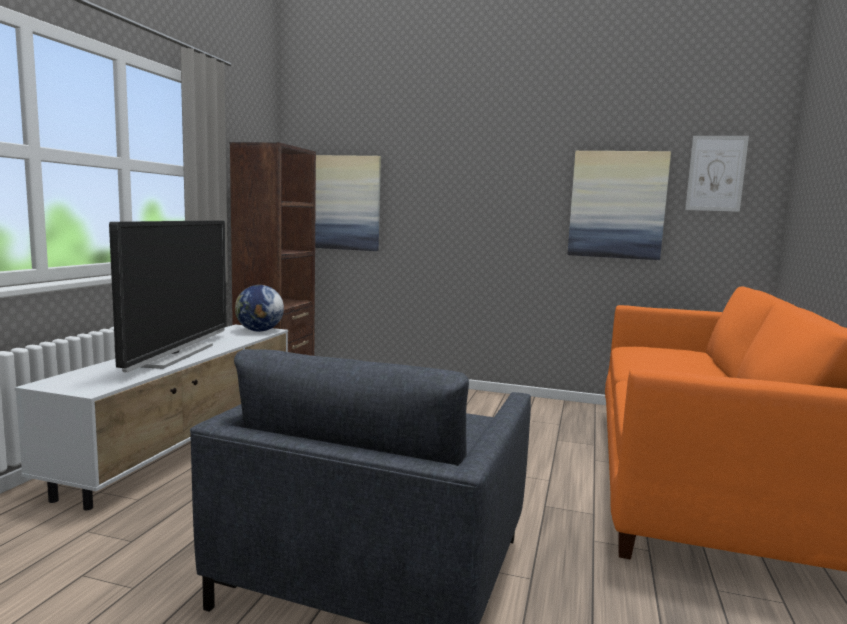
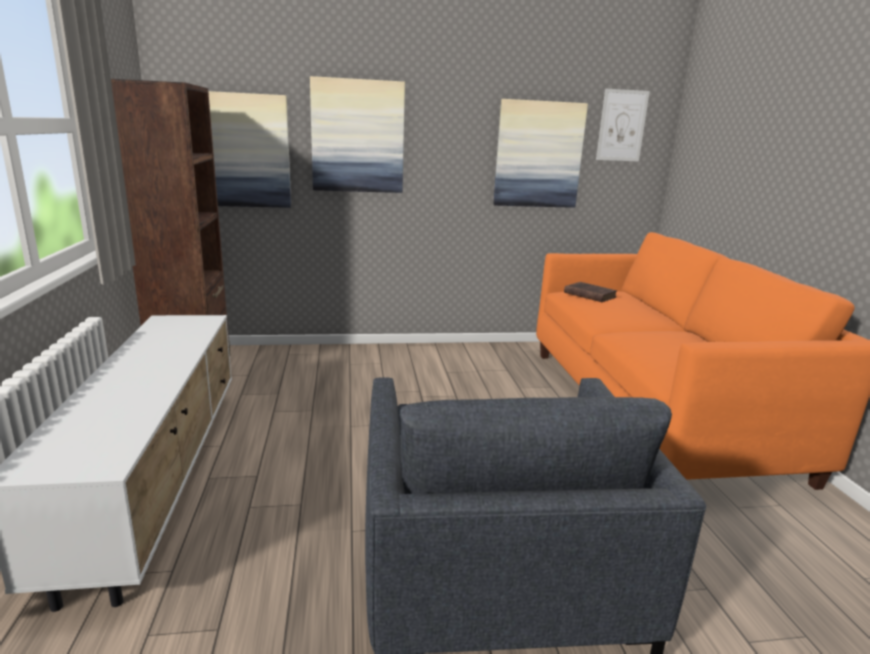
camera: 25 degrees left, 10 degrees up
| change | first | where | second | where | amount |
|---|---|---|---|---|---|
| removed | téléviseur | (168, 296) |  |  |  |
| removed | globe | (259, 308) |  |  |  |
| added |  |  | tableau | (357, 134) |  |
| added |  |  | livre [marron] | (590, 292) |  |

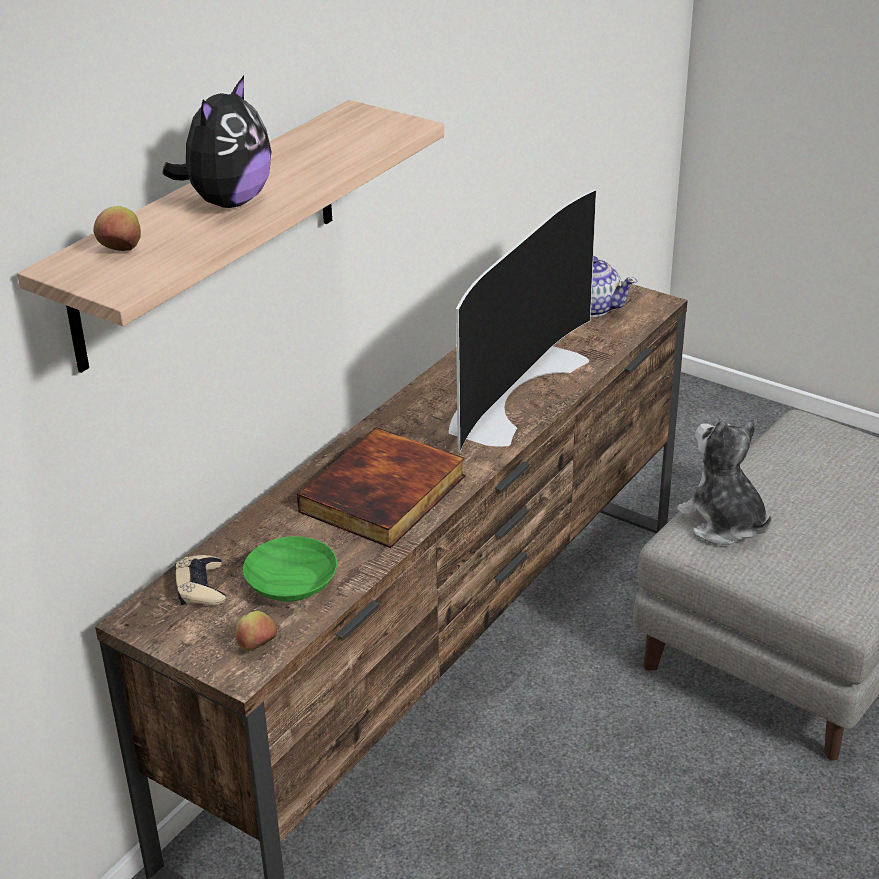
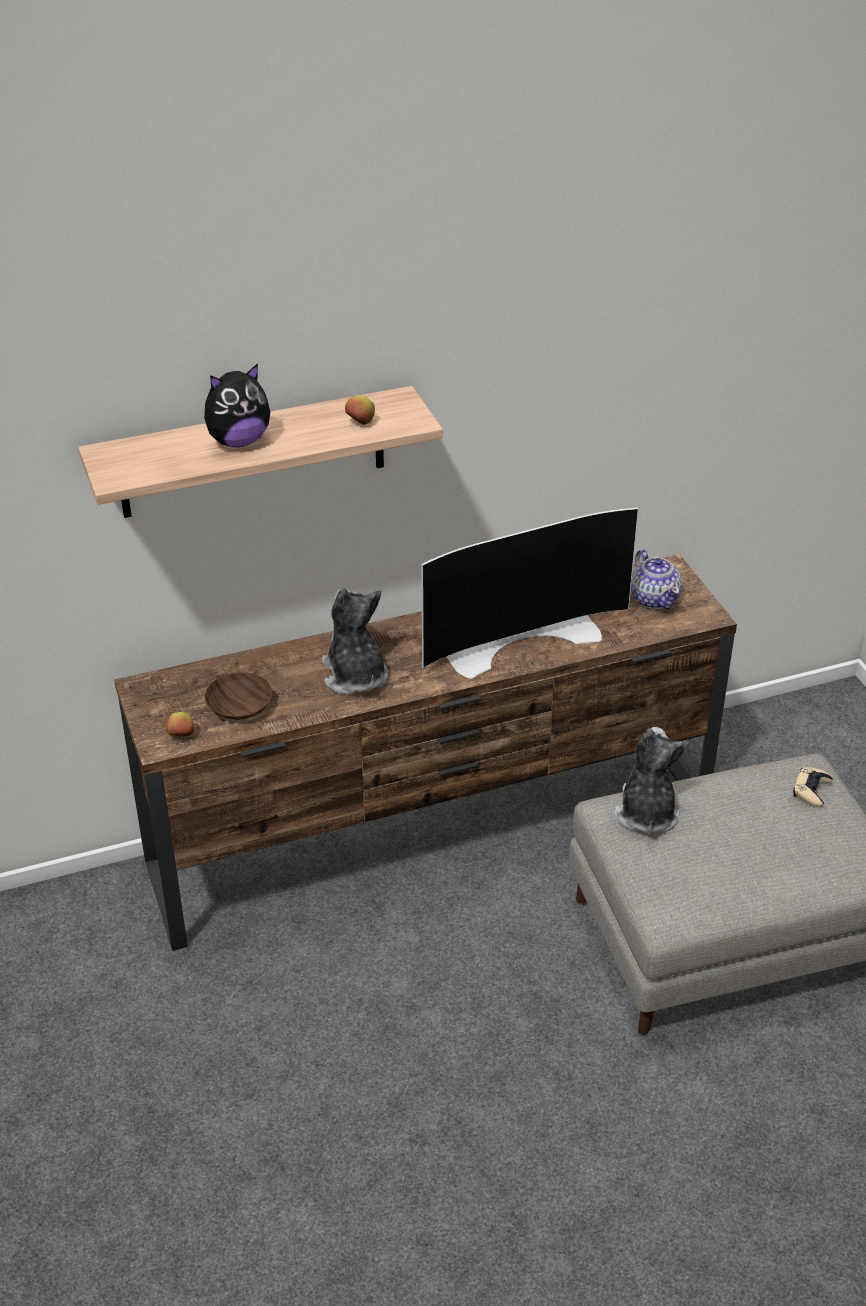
camera: 35 degrees right, 5 degrees up
| change | first | where | second | where | amount |
|---|---|---|---|---|---|
| moved | pomme | (117, 228) |  | (360, 410) |  |
| moved | manette [beige] | (200, 580) |  | (813, 786) |  |
| recoloured | bol [vert] | (290, 569) | bol [marron] | (238, 696) |  |
| replaced | livre | (381, 487) | peluche | (355, 641) |  |

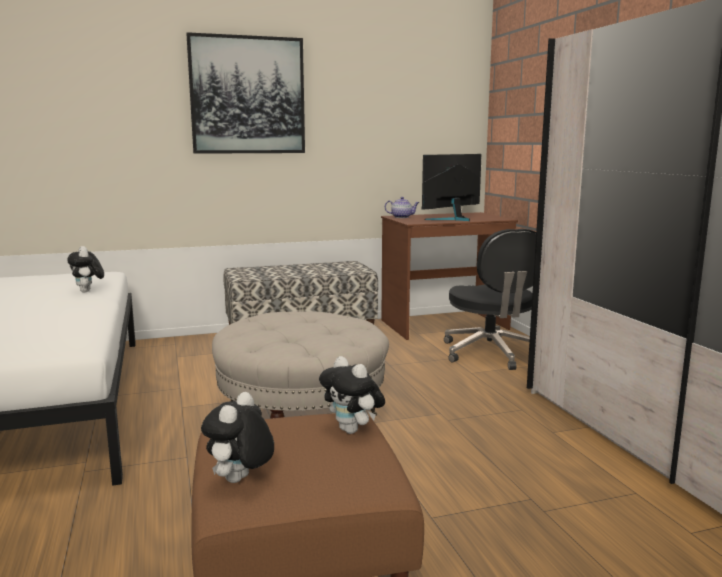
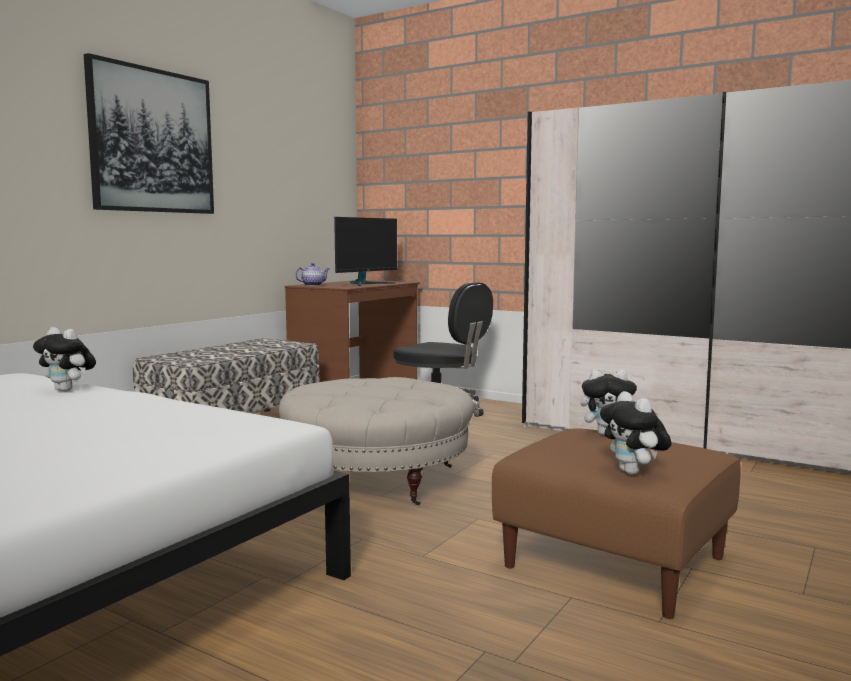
camera: 40 degrees left, 5 degrees down
| change | first | where | second | where | amount |
|---|---|---|---|---|---|
| turned | écran d'ordinateur | (451, 187) |  | (366, 251) | 150 degrees counterclockwise |

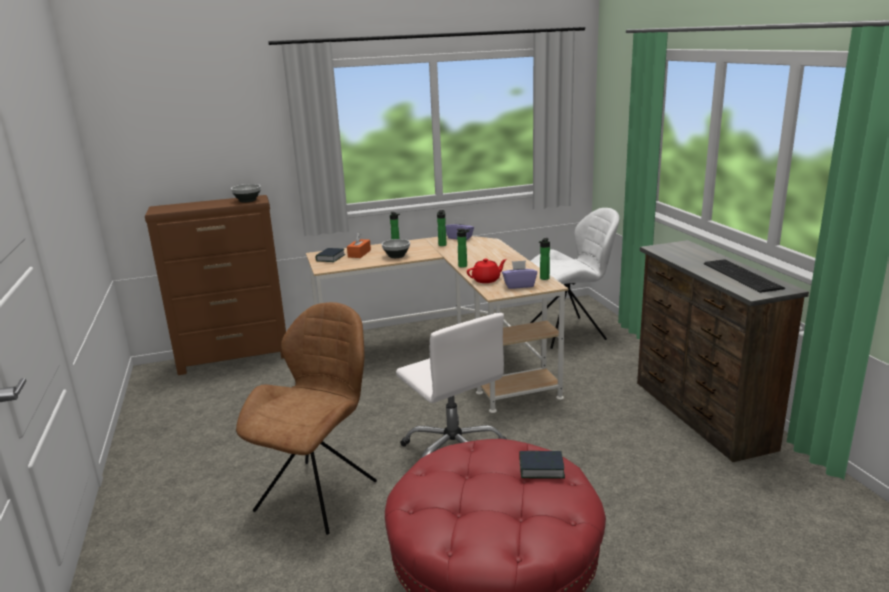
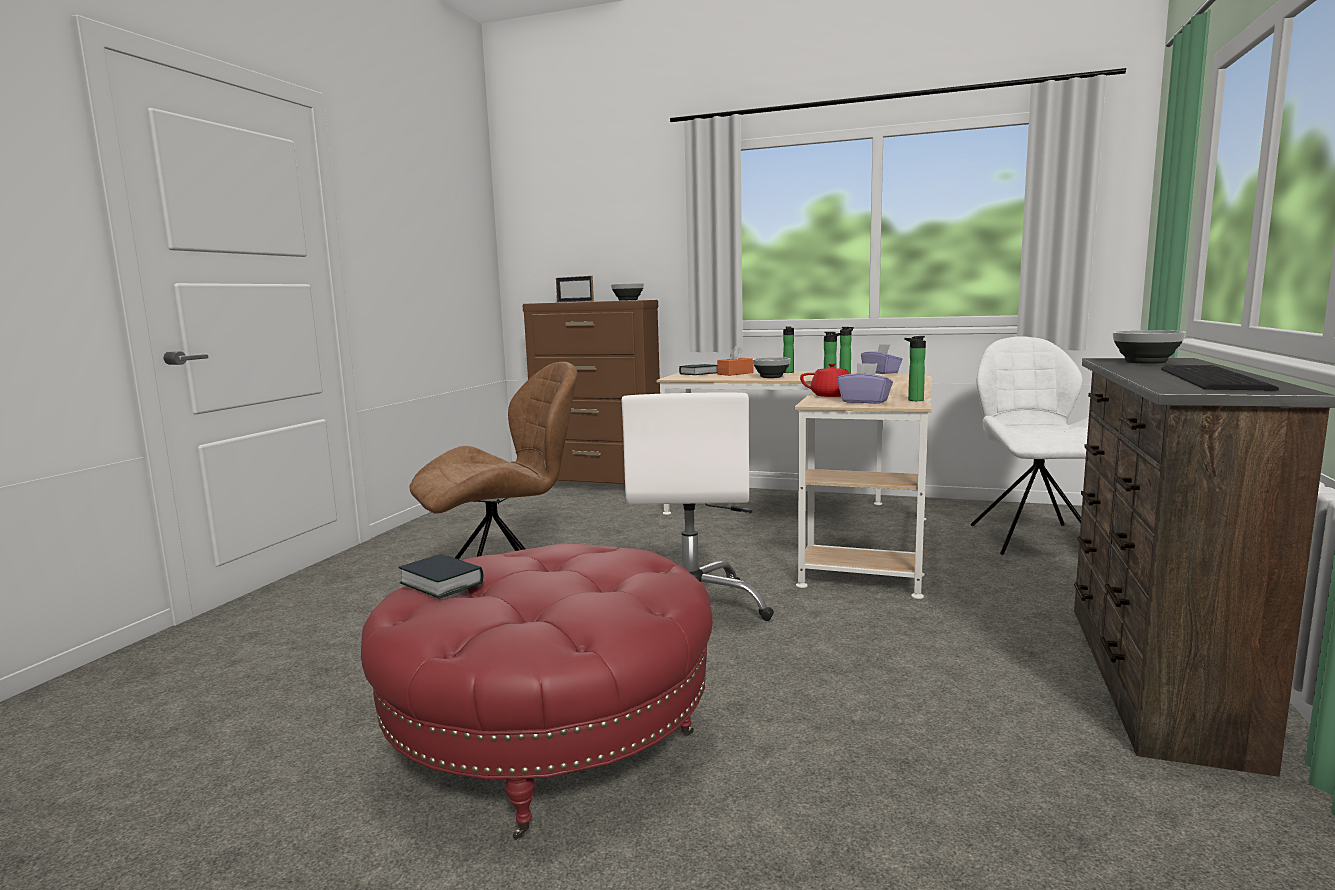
camera: 35 degrees right, 10 degrees down
| change | first | where | second | where | amount |
|---|---|---|---|---|---|
| moved | livre | (542, 465) |  | (441, 576) |  |
| turned | chaise [blanc] | (575, 278) |  | (1030, 445) | 105 degrees counterclockwise |
| added |  |  | cadre photo | (575, 289) |  |
| added |  |  | bol | (1149, 347) |  |

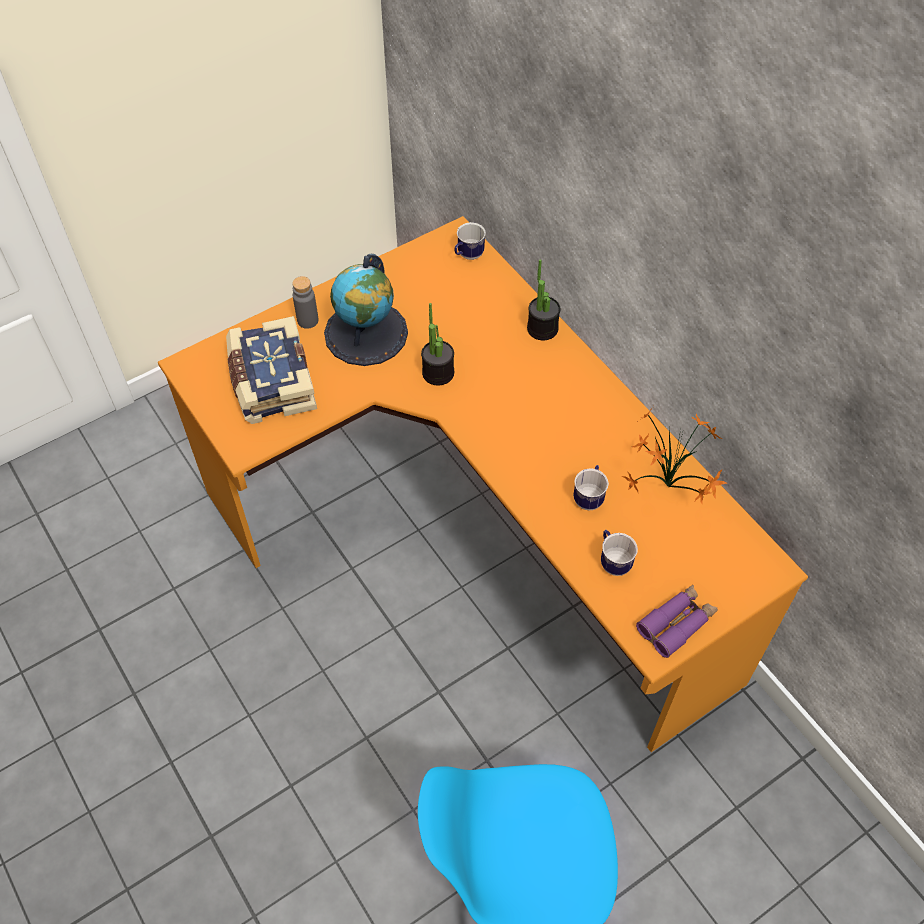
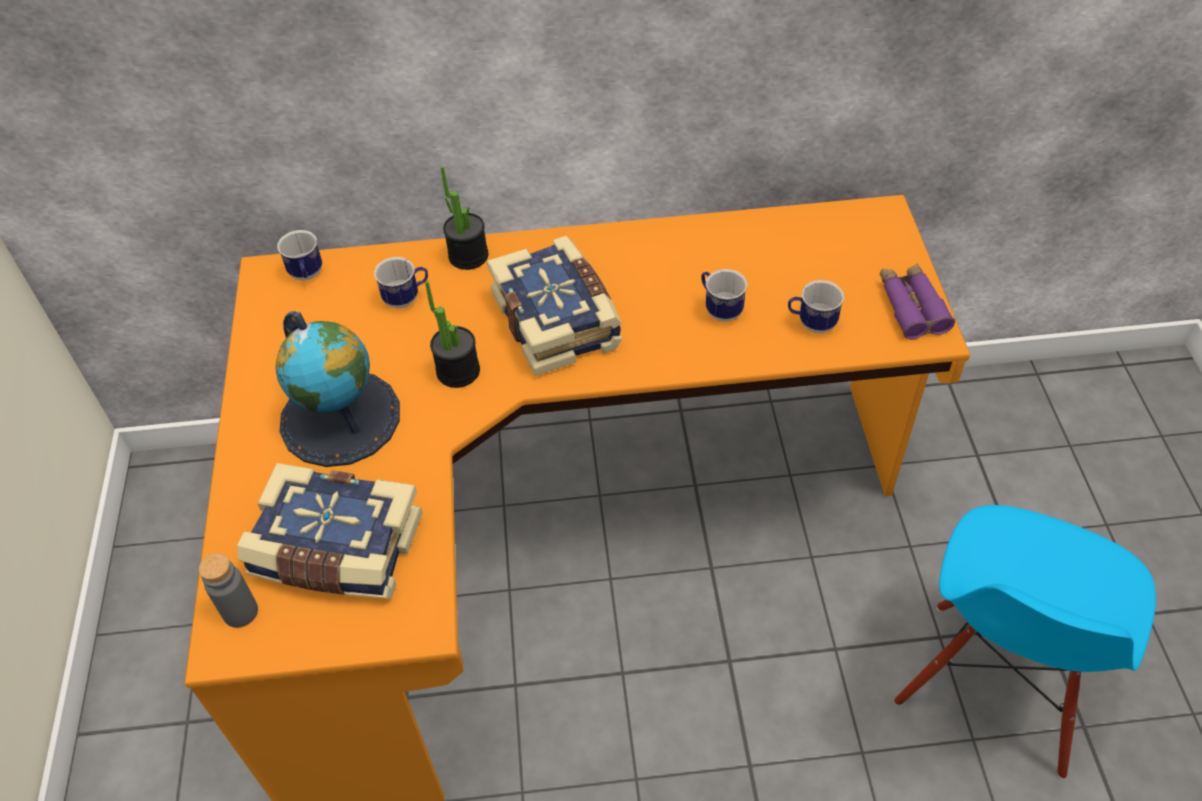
camera: 60 degrees left, 5 degrees down
| change | first | where | second | where | amount |
|---|---|---|---|---|---|
| moved | bouteille [gris] | (305, 302) |  | (228, 590) |  |
| removed | plante en pot | (674, 456) |  |  |  |
| added |  |  | mug | (401, 282) |  |
| added |  |  | livre | (554, 306) |  |

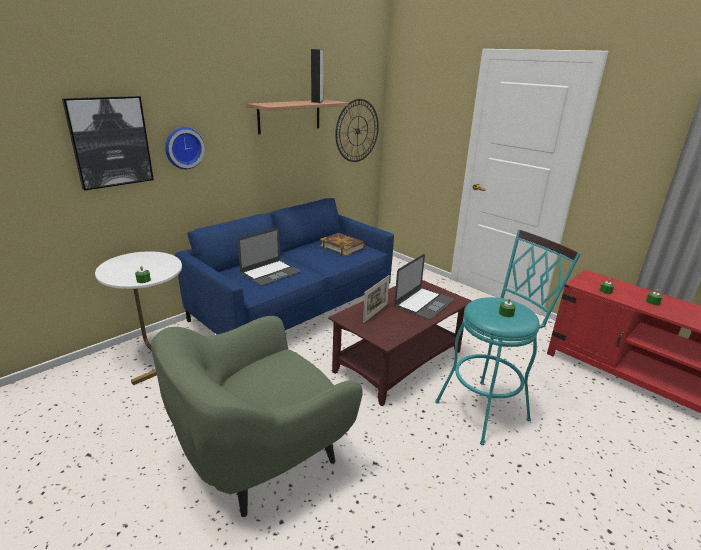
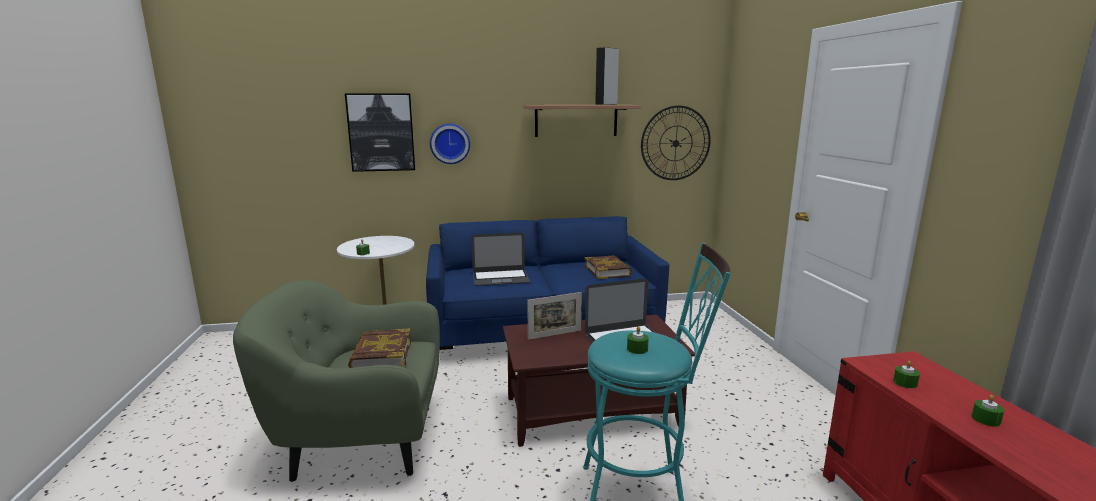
camera: 35 degrees right, 10 degrees down
| change | first | where | second | where | amount |
|---|---|---|---|---|---|
| added |  |  | livre | (379, 348) |  |

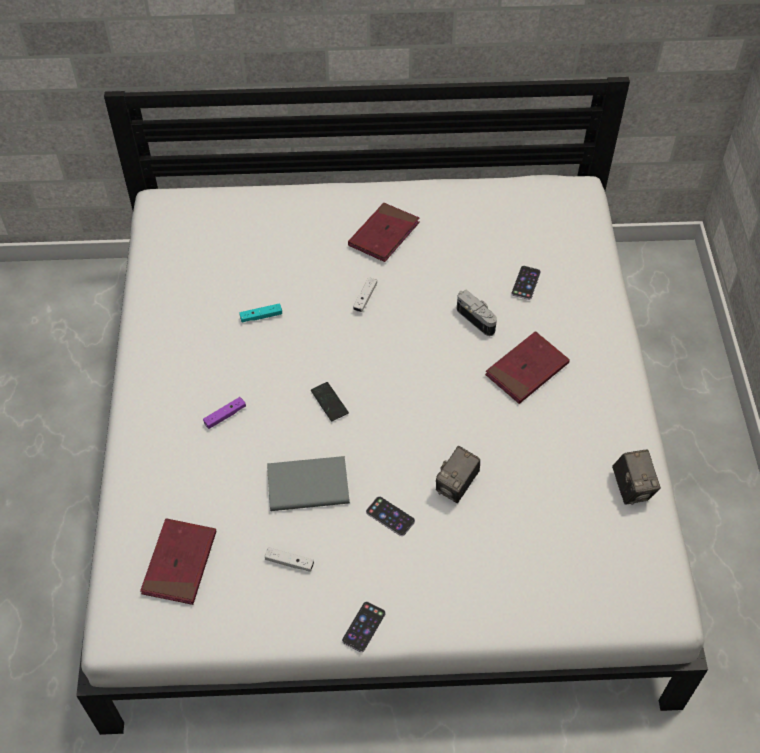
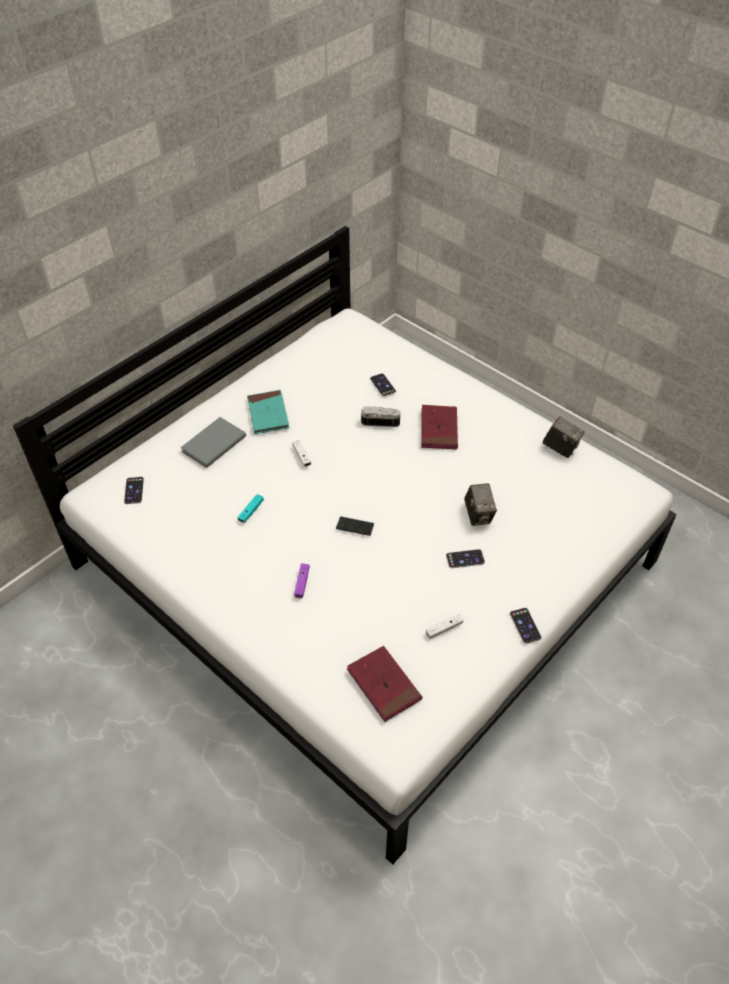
camera: 45 degrees left, 5 degrees down
| change | first | where | second | where | amount |
|---|---|---|---|---|---|
| moved | livre [gris] | (308, 483) |  | (213, 442) |  |
| recoloured | livre [rouge] | (384, 232) | livre [turquoise] | (268, 412) |  |
| added |  |  | téléphone | (134, 490) |  |

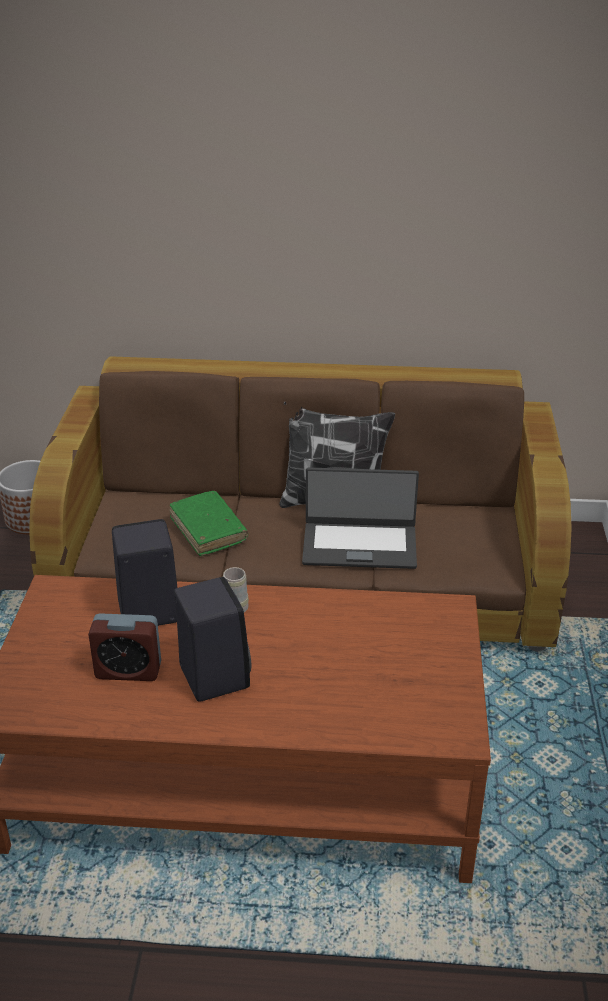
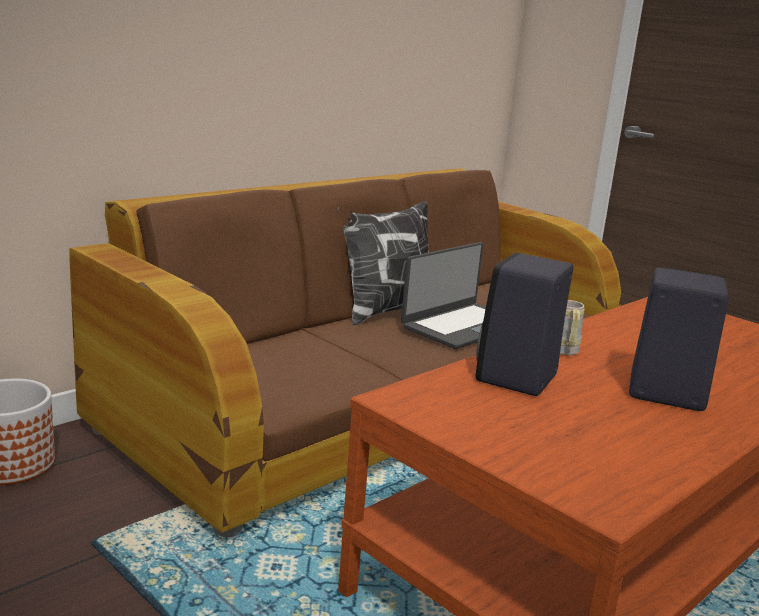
camera: 50 degrees left, 15 degrees down
| change | first | where | second | where | amount |
|---|---|---|---|---|---|
| removed | réveil | (124, 647) |  |  |  |
| removed | livre [vert] | (209, 523) |  |  |  |

